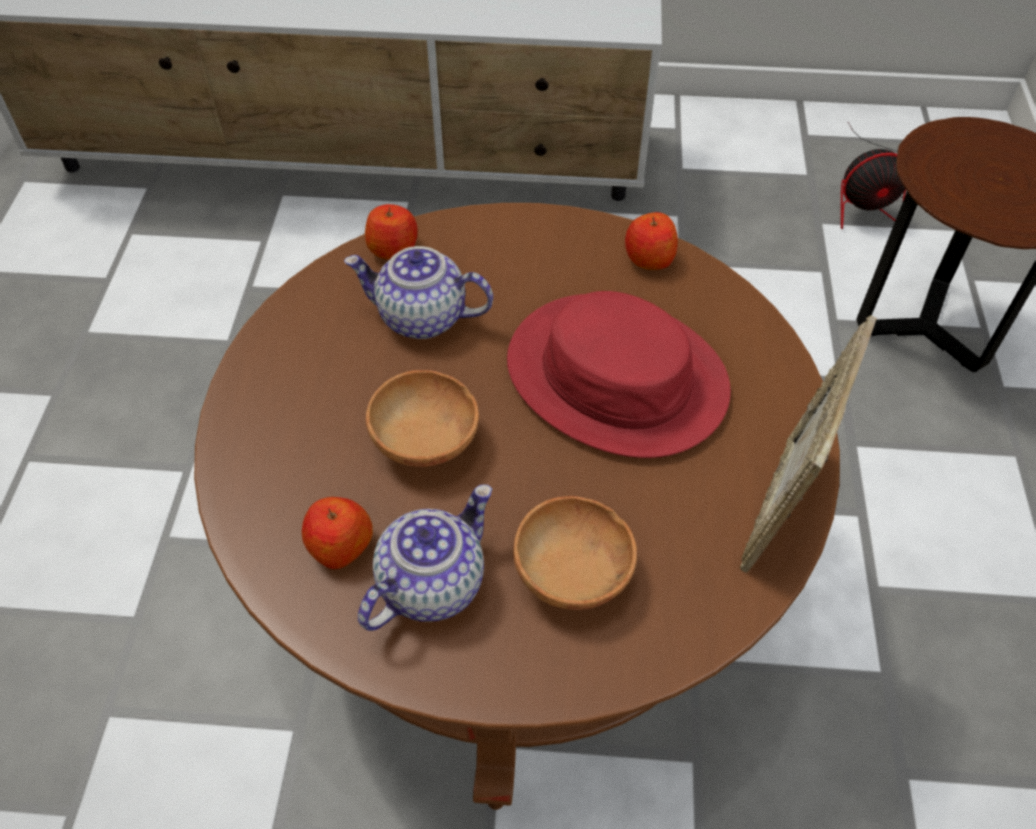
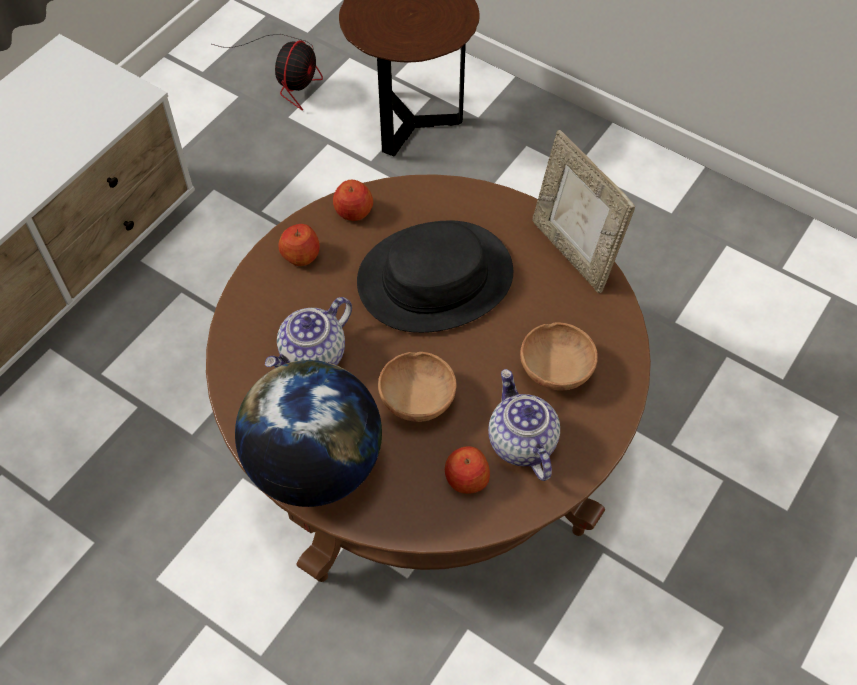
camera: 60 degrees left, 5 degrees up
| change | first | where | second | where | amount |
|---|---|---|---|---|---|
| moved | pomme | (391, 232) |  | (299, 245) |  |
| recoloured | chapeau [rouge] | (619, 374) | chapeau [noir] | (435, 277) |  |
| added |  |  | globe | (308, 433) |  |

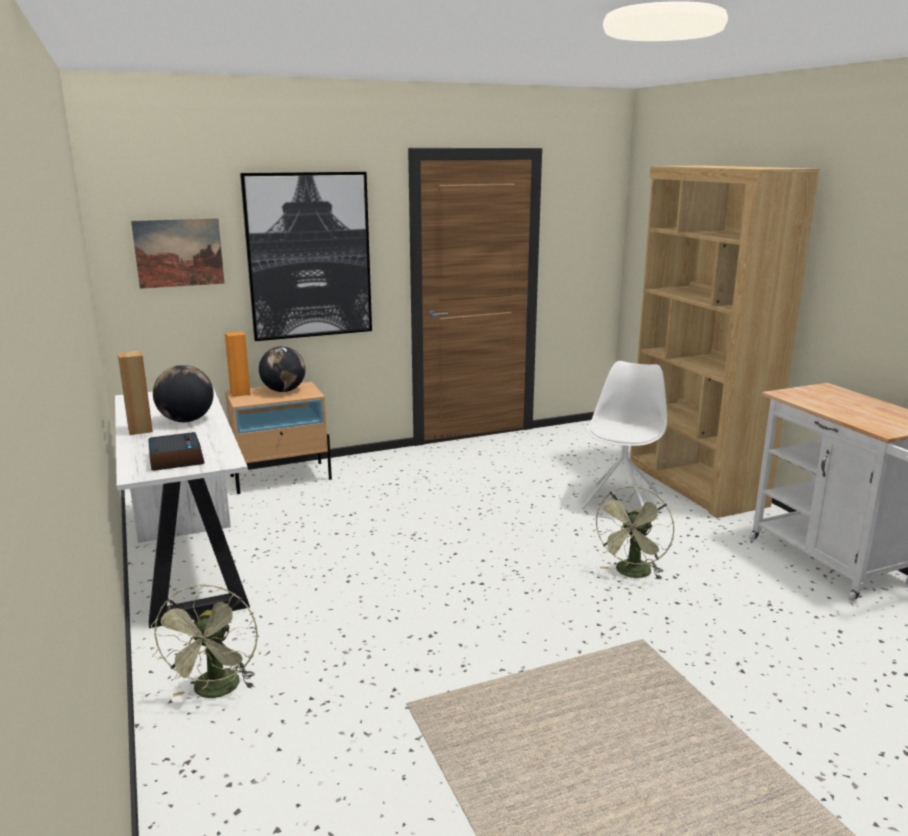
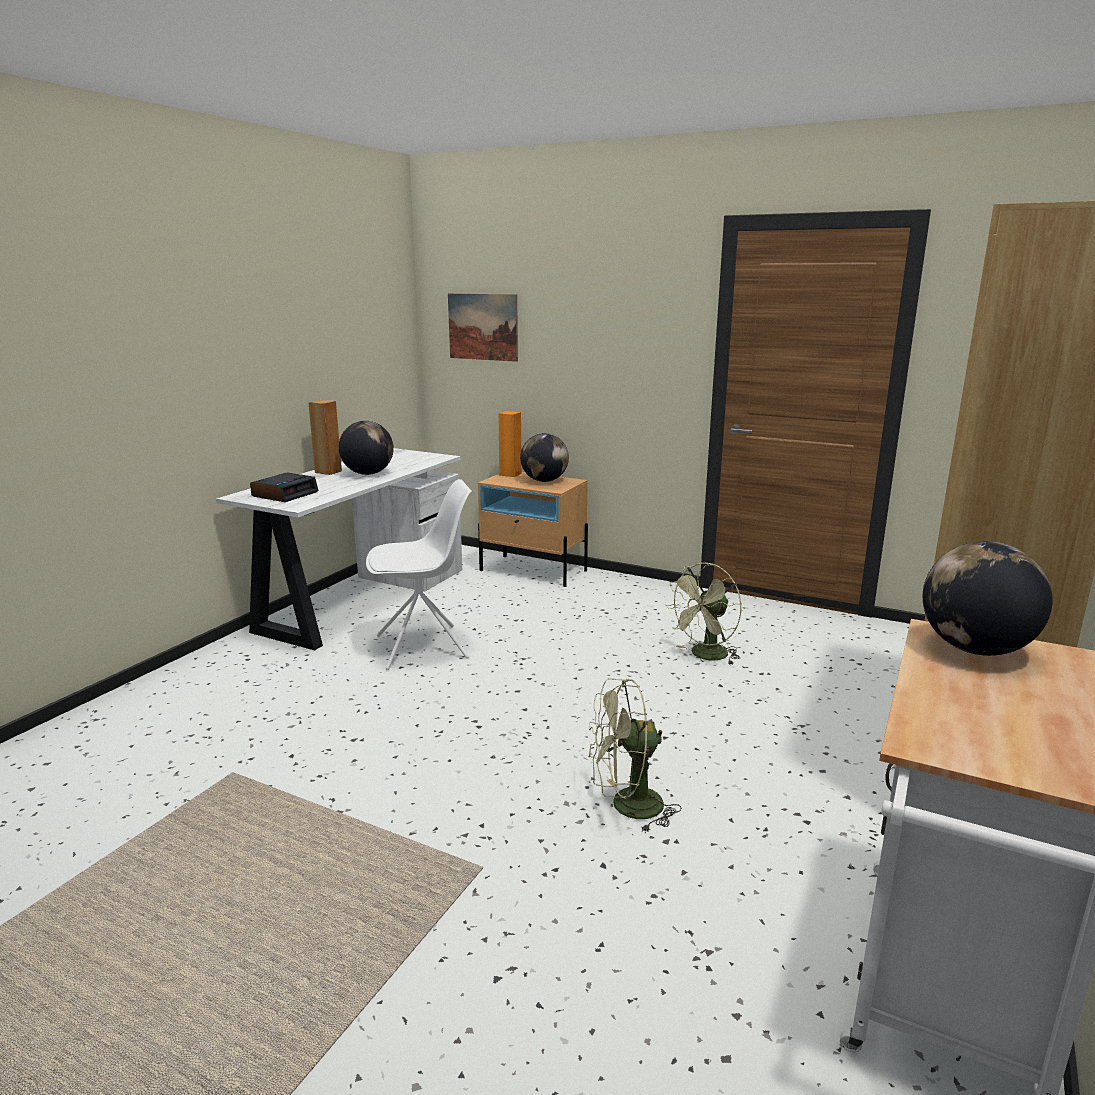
camera: 50 degrees right, 0 degrees up
| change | first | where | second | where | amount |
|---|---|---|---|---|---|
| moved | ventilateur [vert] | (204, 641) |  | (703, 614) |  |
| removed | tableau | (306, 256) |  |  |  |
| moved | chaise [blanc] | (624, 435) |  | (419, 574) |  |
| added |  |  | globe | (988, 598) |  |

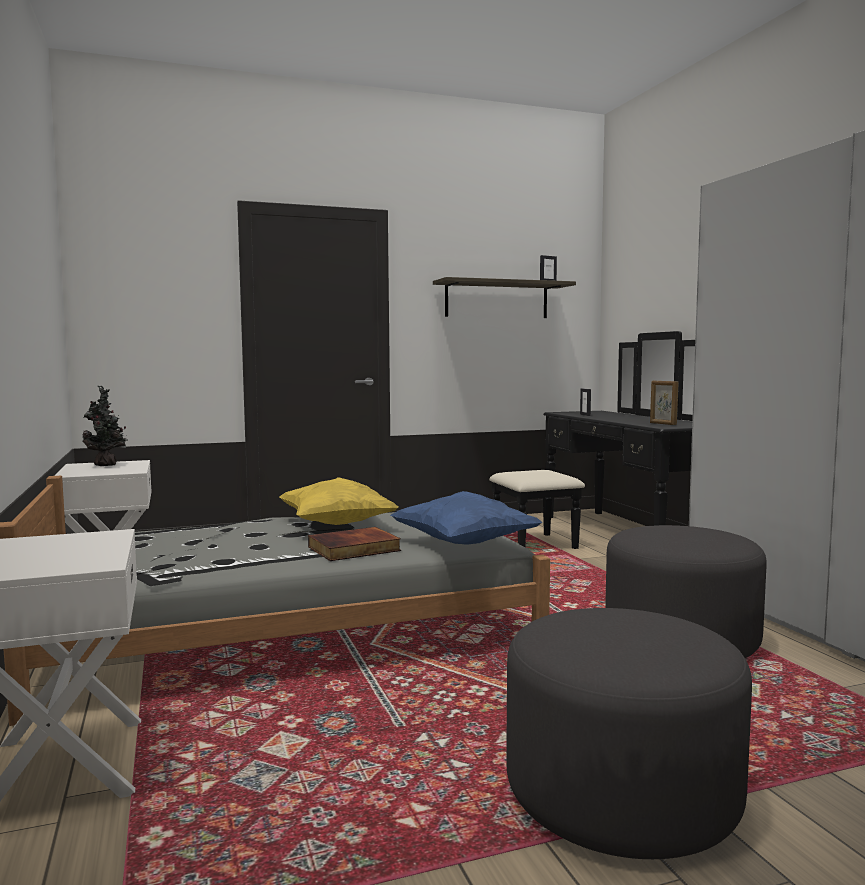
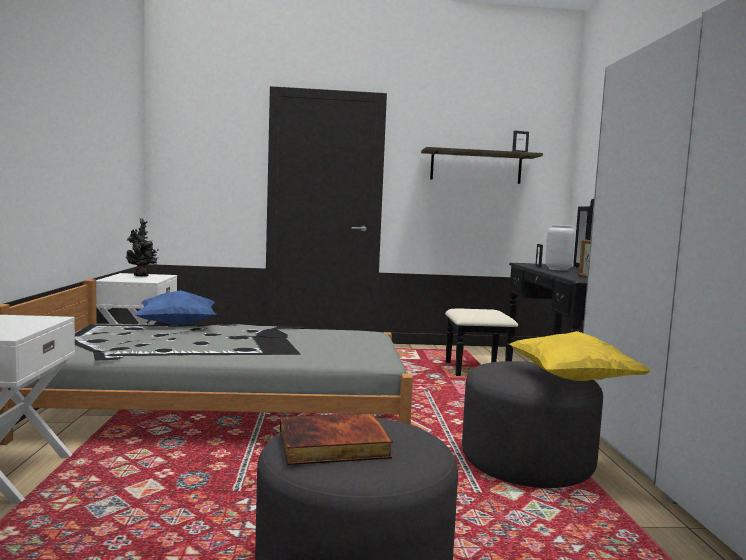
camera: 15 degrees right, 0 degrees up
| change | first | where | second | where | amount |
|---|---|---|---|---|---|
| moved | coussin [jaune] | (338, 501) |  | (580, 356) |  |
| moved | livre | (354, 544) |  | (336, 439) |  |
| moved | coussin [bleu] | (466, 518) |  | (175, 307) |  |
| added |  |  | vase [gris] | (560, 248) |  |

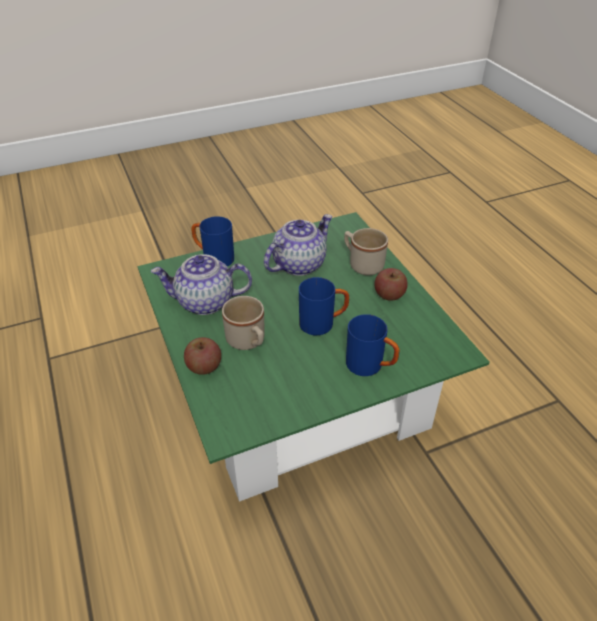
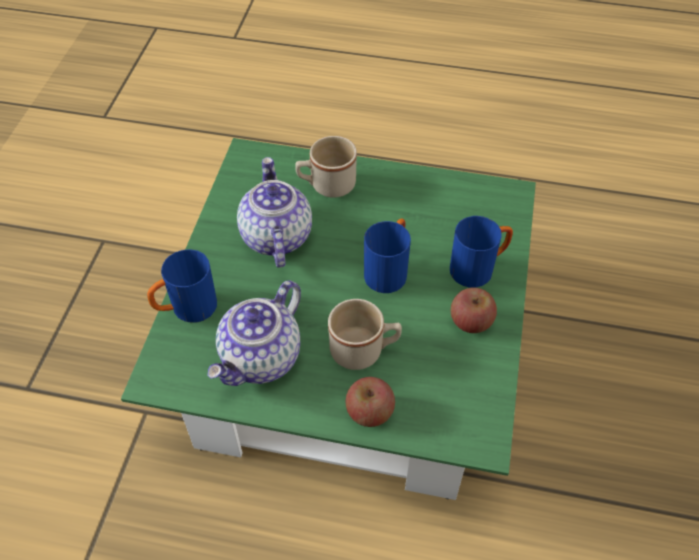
camera: 55 degrees left, 10 degrees up
| change | first | where | second | where | amount |
|---|---|---|---|---|---|
| moved | pomme | (391, 284) |  | (474, 310) |  |

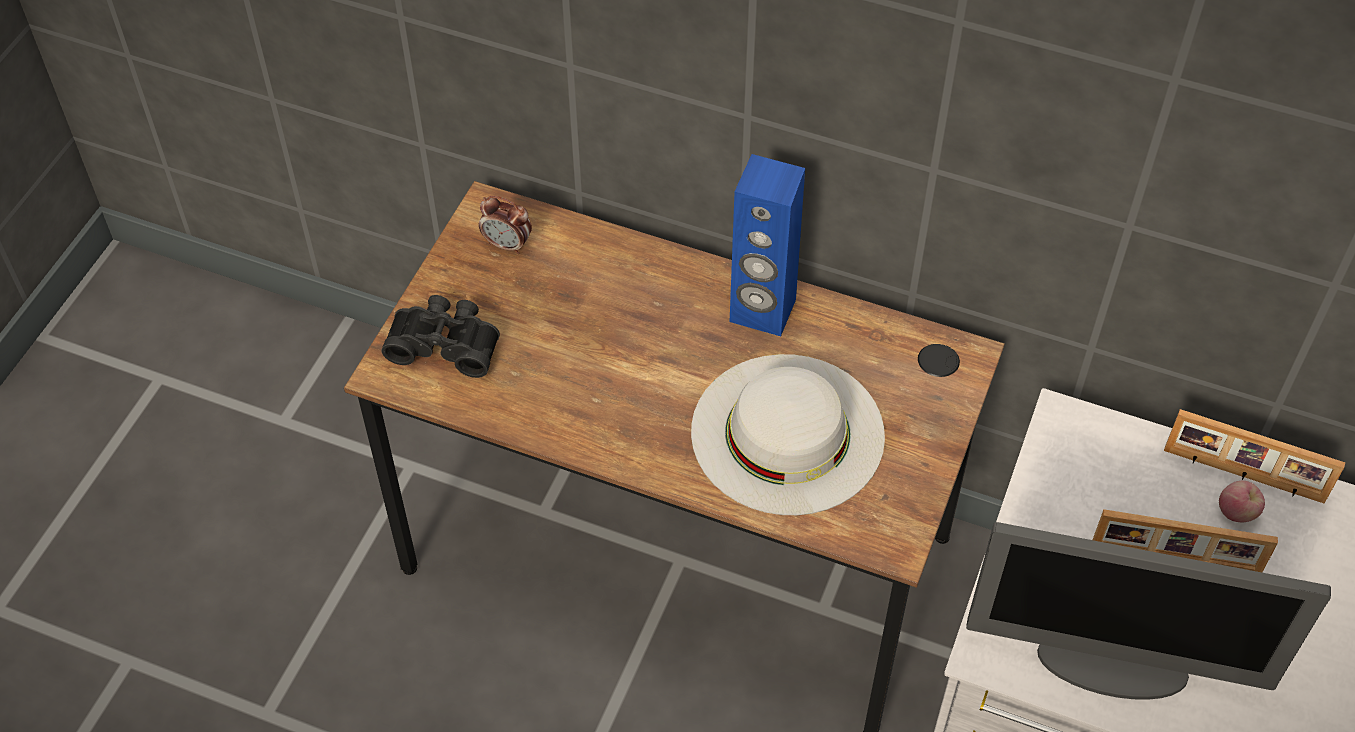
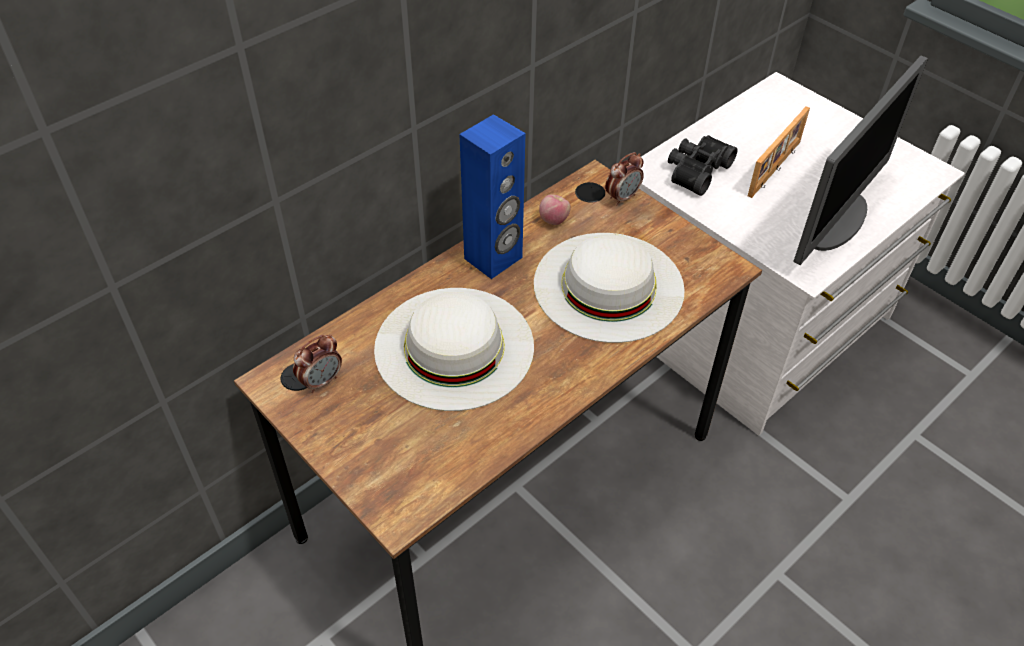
camera: 65 degrees left, 5 degrees down
| change | first | where | second | where | amount |
|---|---|---|---|---|---|
| moved | jumelles [noir] | (441, 336) |  | (703, 165) |  |
| removed | cadre photo | (1254, 456) |  |  |  |
| moved | pomme | (1242, 501) |  | (555, 209) |  |
| added |  |  | chapeau [blanc] | (454, 349) |  |
| added |  |  | réveil | (624, 179) |  |

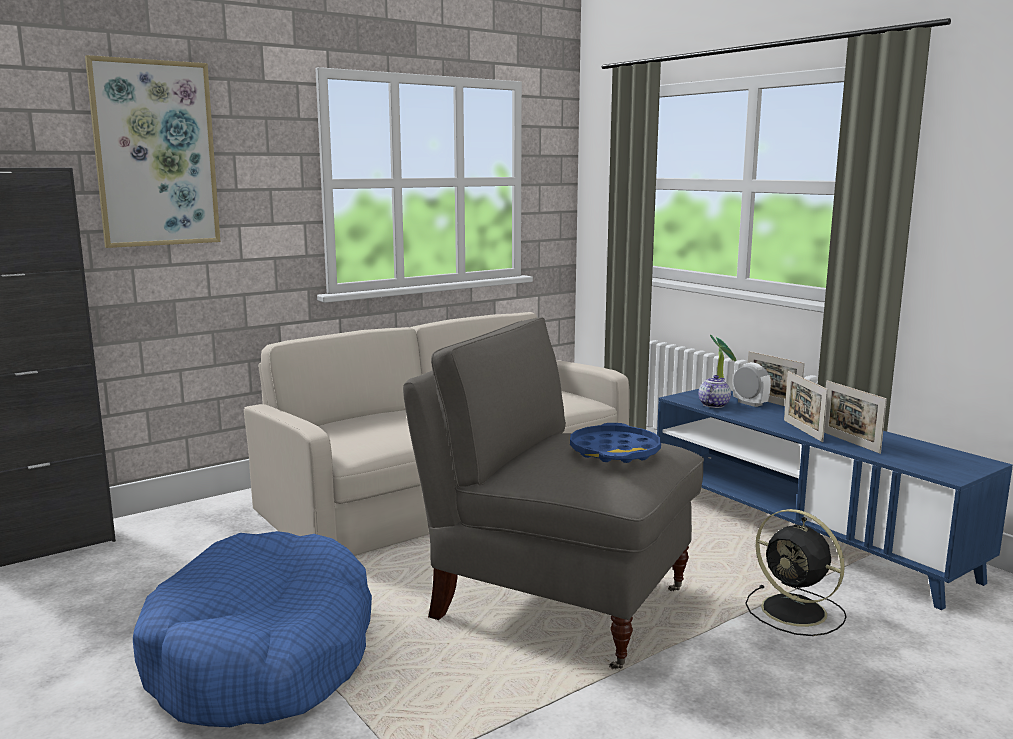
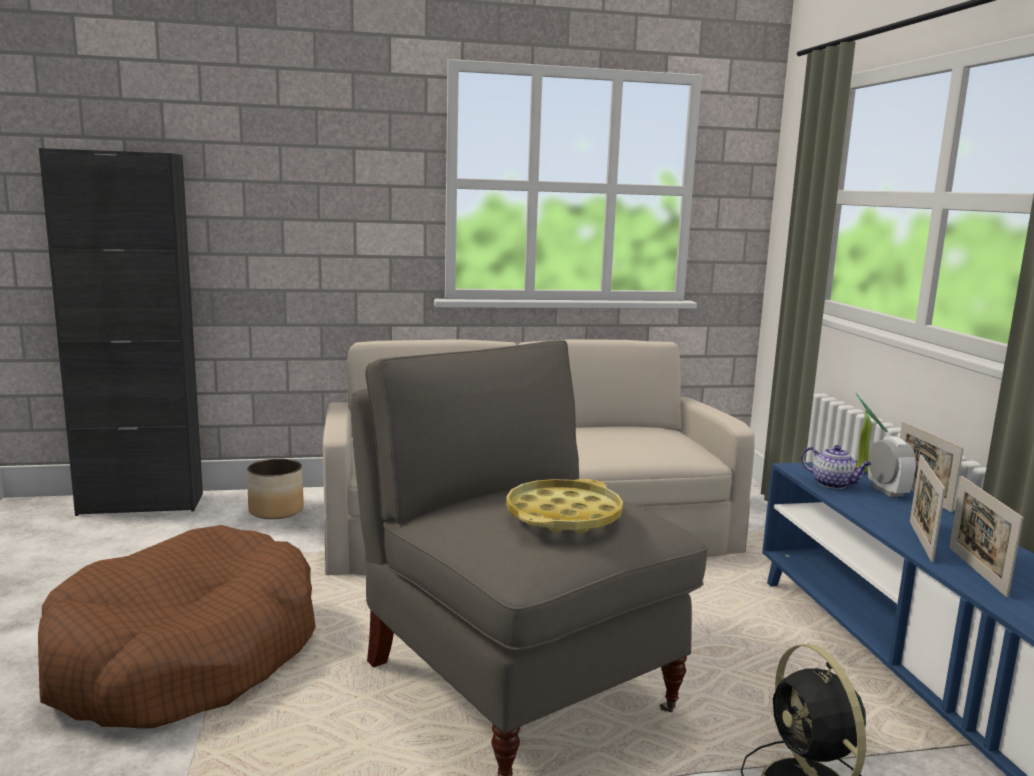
camera: 25 degrees right, 0 degrees up
| change | first | where | second | where | amount |
|---|---|---|---|---|---|
| removed | tableau | (152, 151) |  |  |  |
| recoloured | panier pour chien [bleu] | (252, 629) | panier pour chien [marron] | (177, 627) |  |
| recoloured | plateau [bleu] | (615, 443) | plateau [jaune] | (564, 506) |  |
| turned | théière | (715, 391) |  | (836, 467) | 75 degrees clockwise |
| added |  |  | cache-pot | (275, 489) |  |

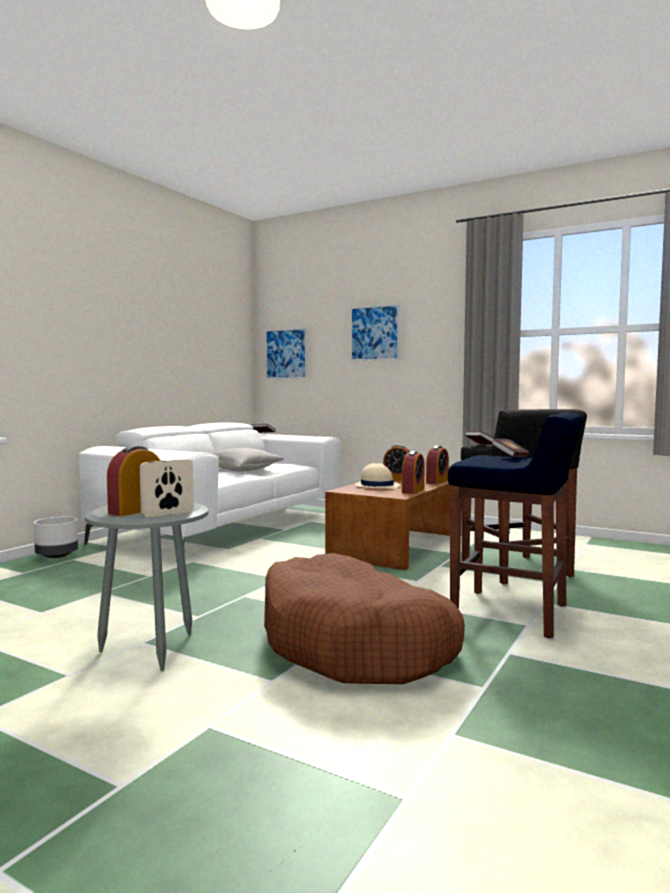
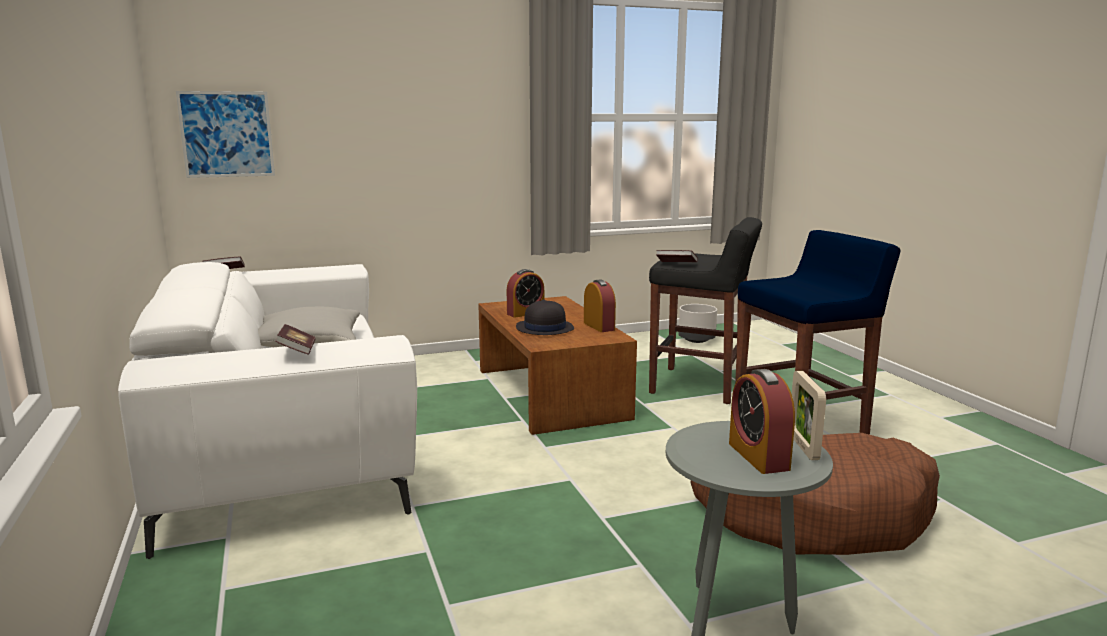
camera: 50 degrees left, 10 degrees up
| change | first | where | second | where | amount |
|---|---|---|---|---|---|
| moved | cache-pot [gris] | (56, 537) |  | (697, 323) |  |
| removed | tableau | (375, 332) |  |  |  |
| recoloured | chapeau [beige] | (377, 476) | chapeau [noir] | (545, 317) |  |
| removed | réveil | (437, 465) |  |  |  |
| moved | livre | (510, 448) |  | (295, 339) |  |

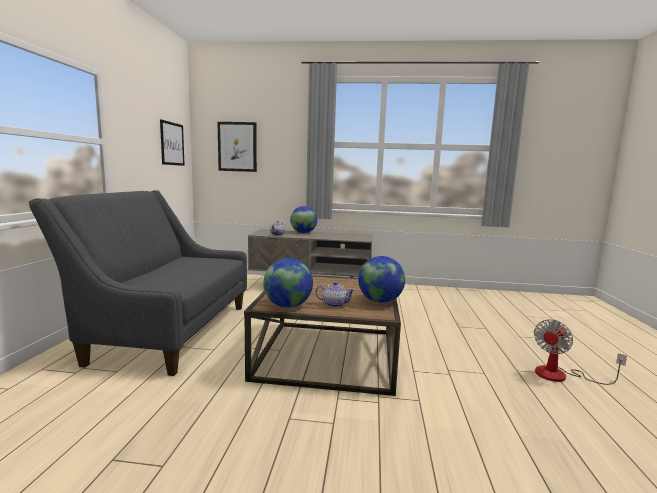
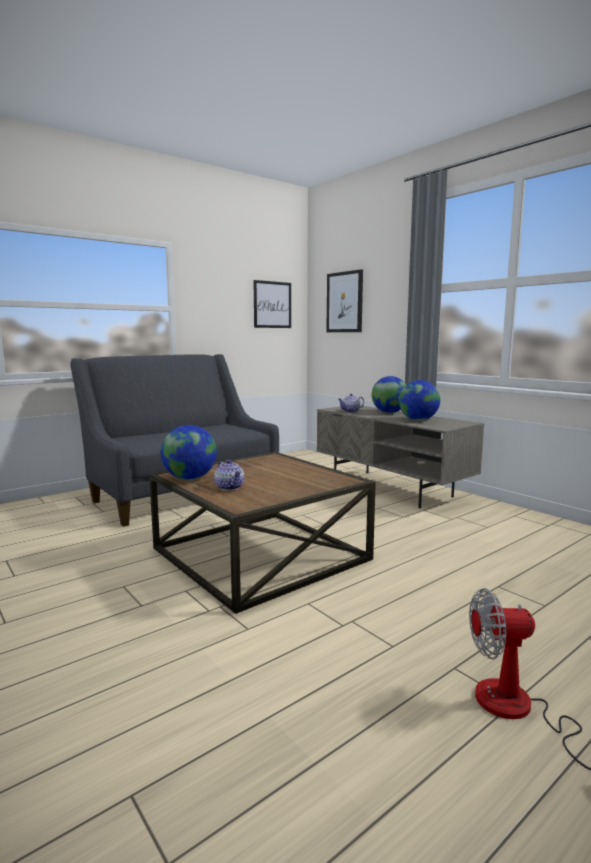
camera: 45 degrees right, 0 degrees up
| change | first | where | second | where | amount |
|---|---|---|---|---|---|
| moved | globe | (381, 279) |  | (419, 400) |  |

